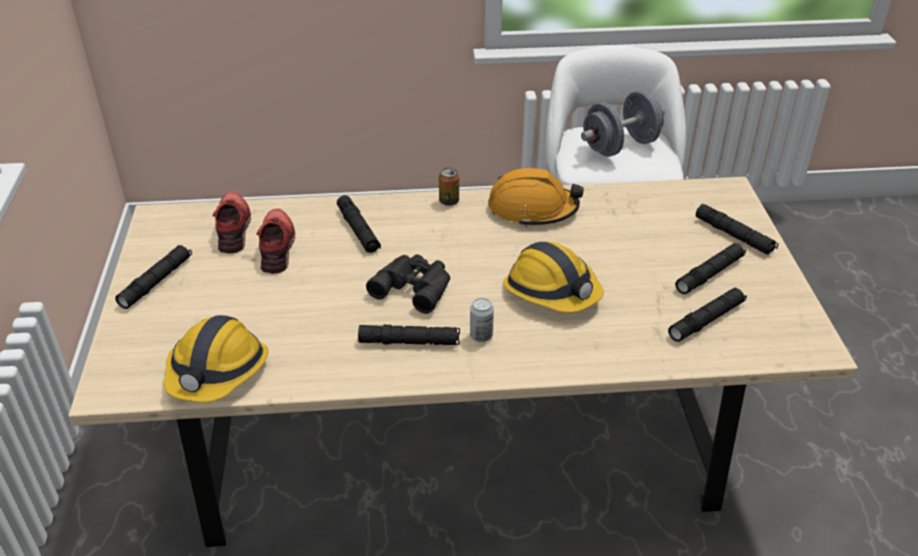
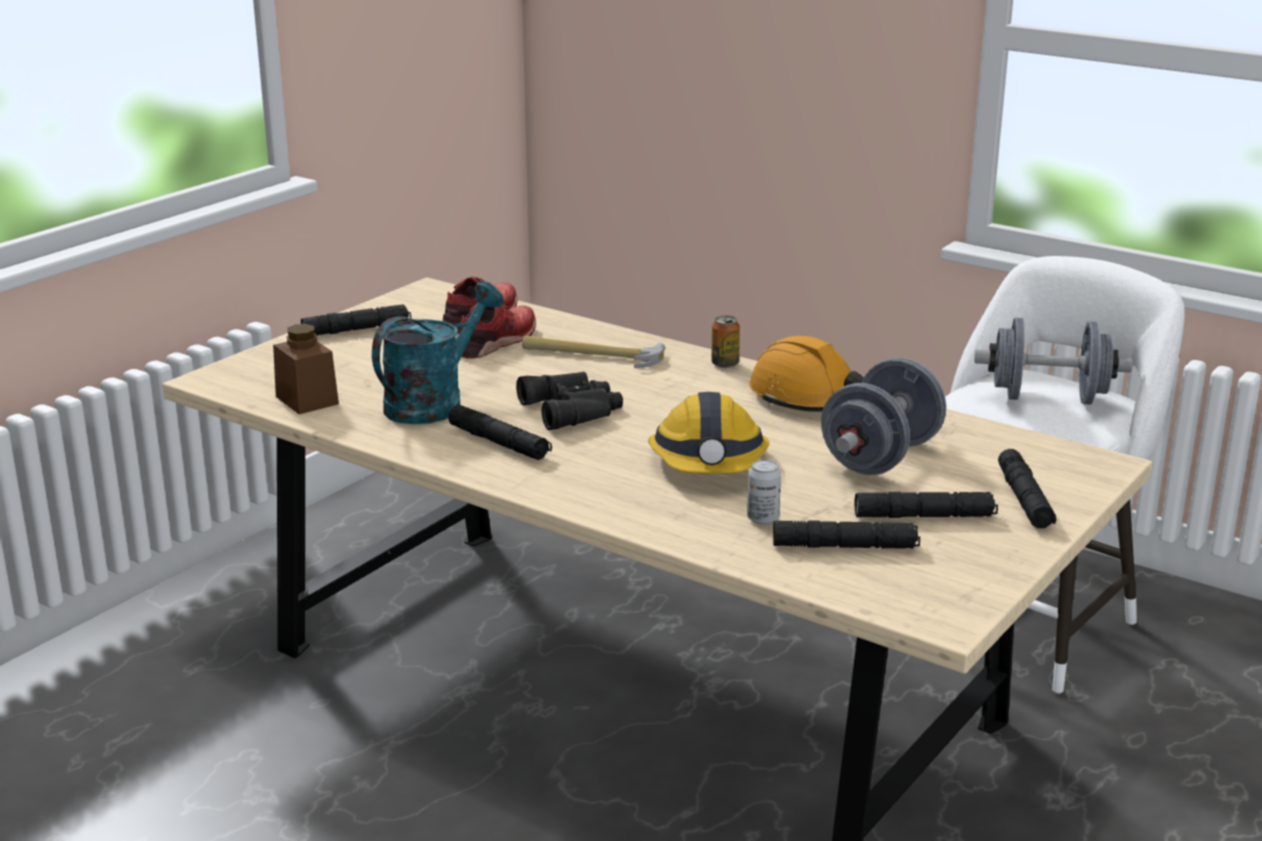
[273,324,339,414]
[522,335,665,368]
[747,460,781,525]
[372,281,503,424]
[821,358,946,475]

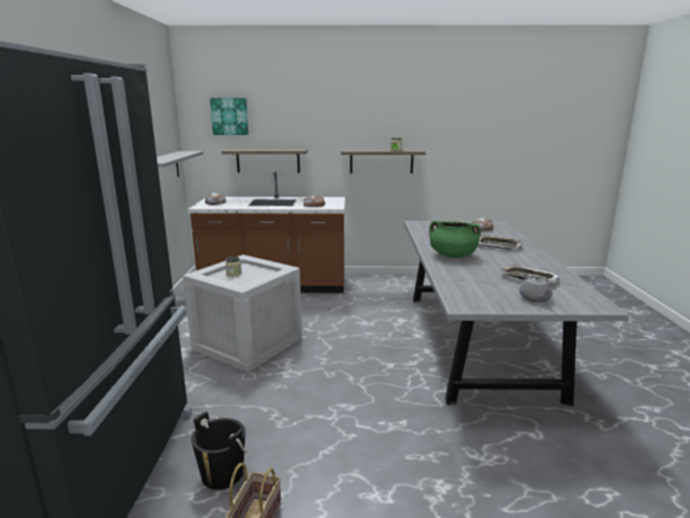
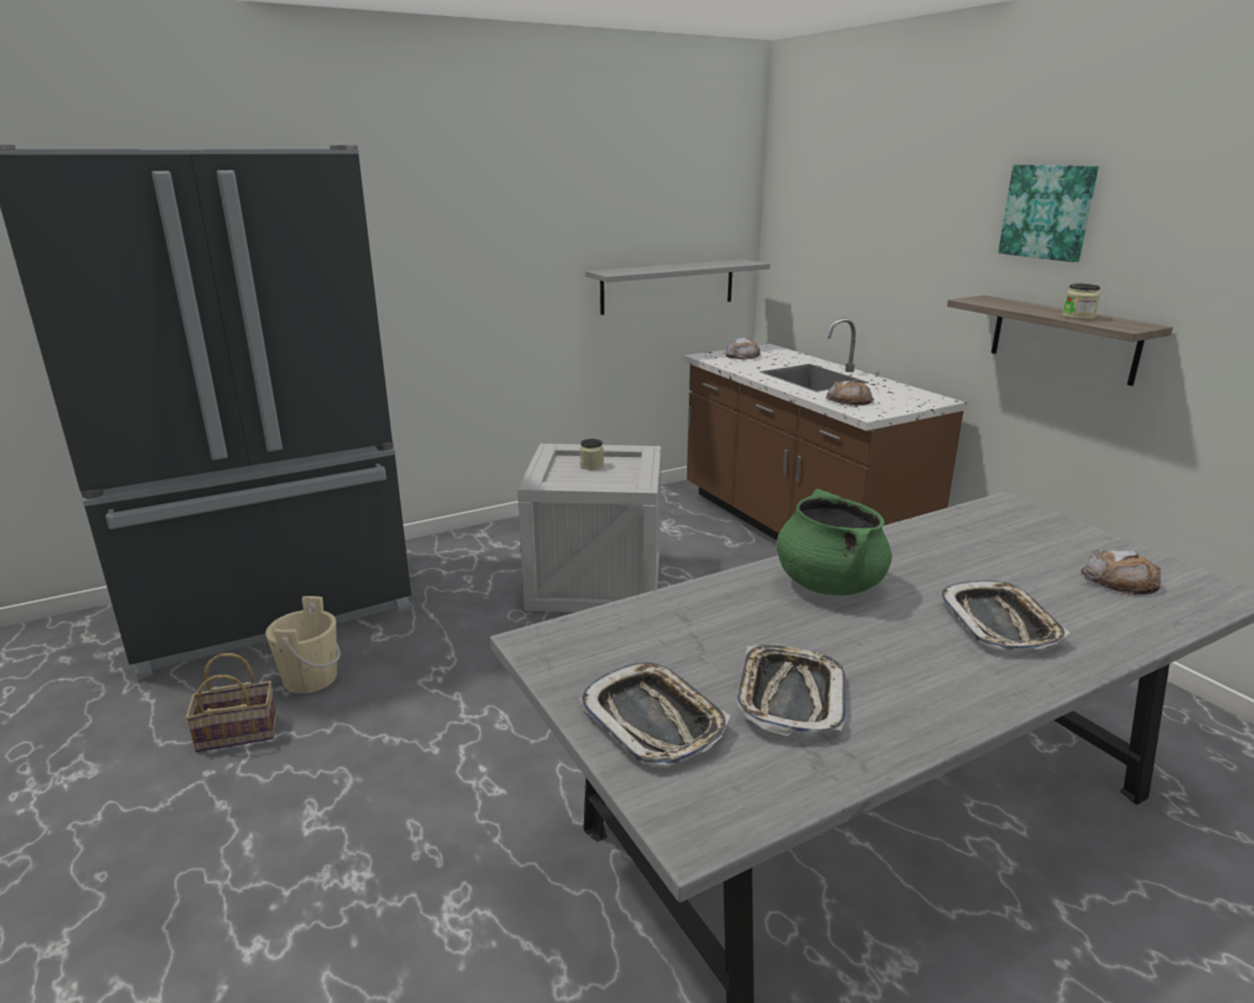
[266,596,341,694]
[998,165,1099,262]
[221,149,308,173] (first image)
[579,662,730,768]

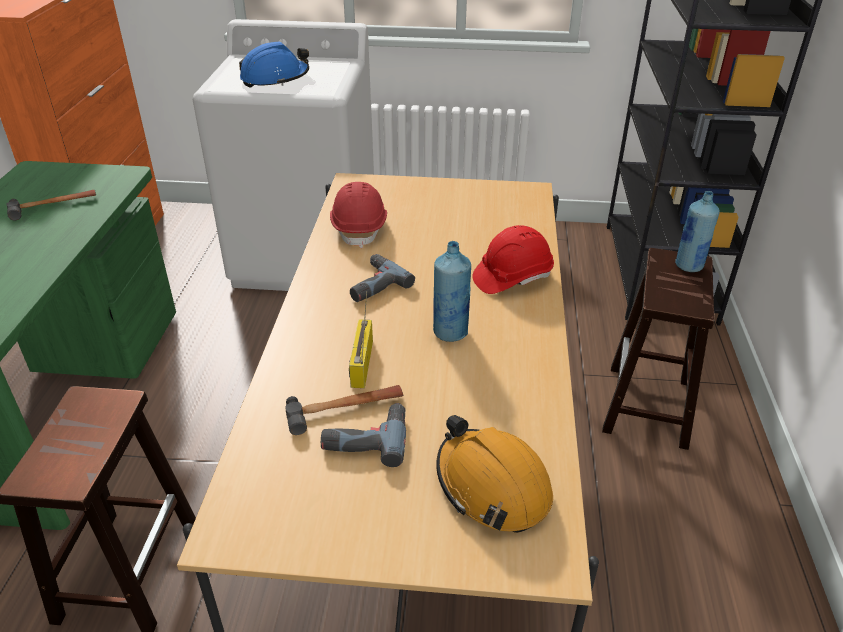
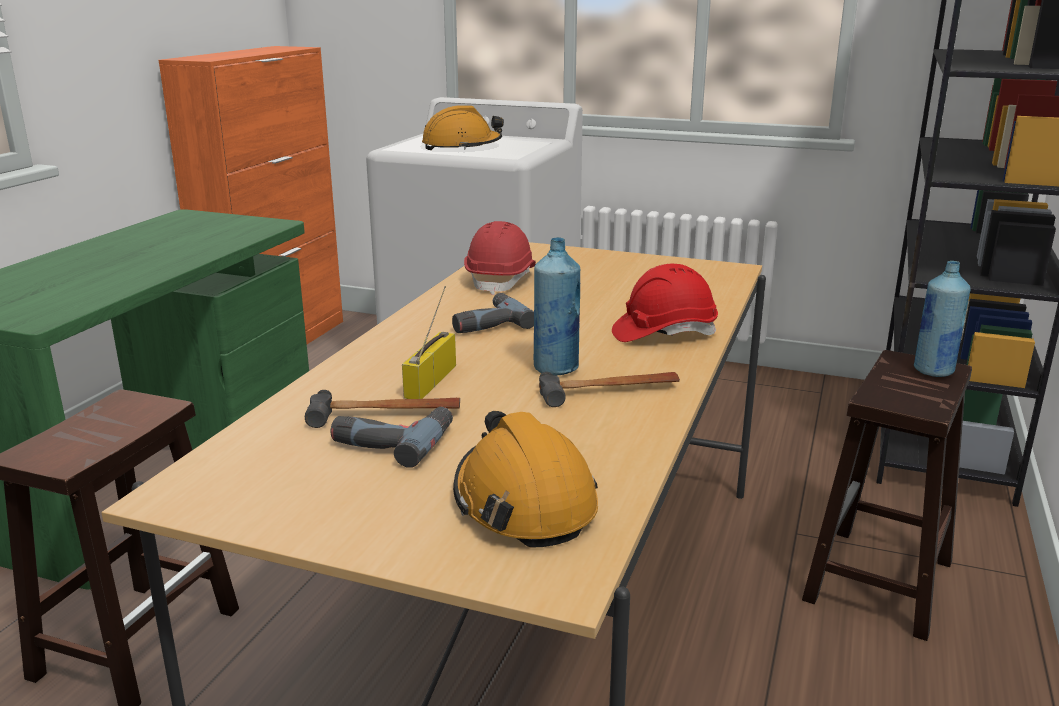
[539,372,680,407]
[422,105,504,150]

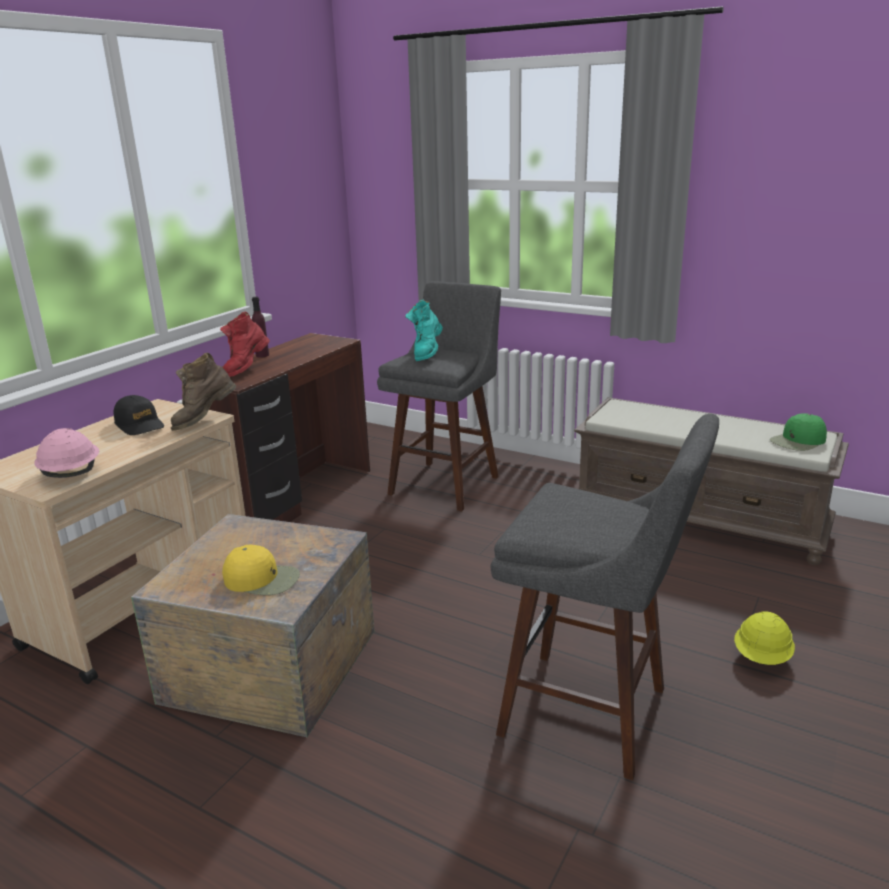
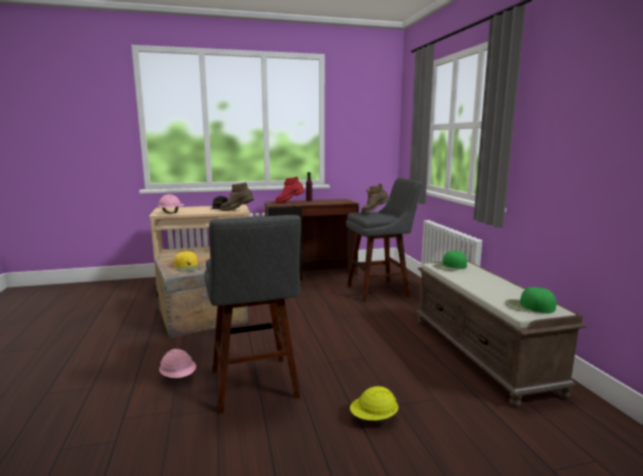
[361,184,390,214]
[159,349,196,379]
[433,251,467,271]

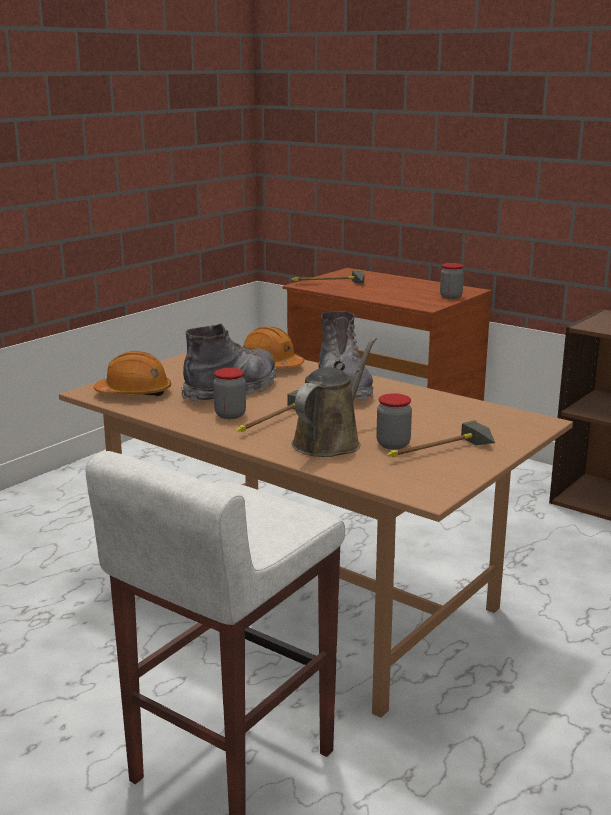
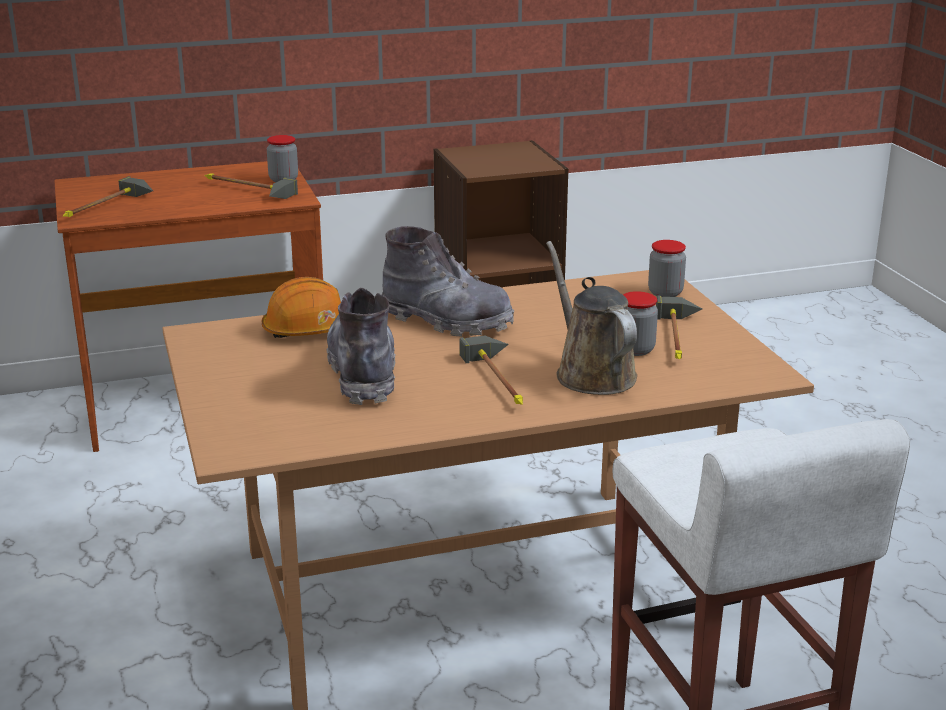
[94,351,171,397] (first image)
[648,240,686,297]
[204,173,298,199]

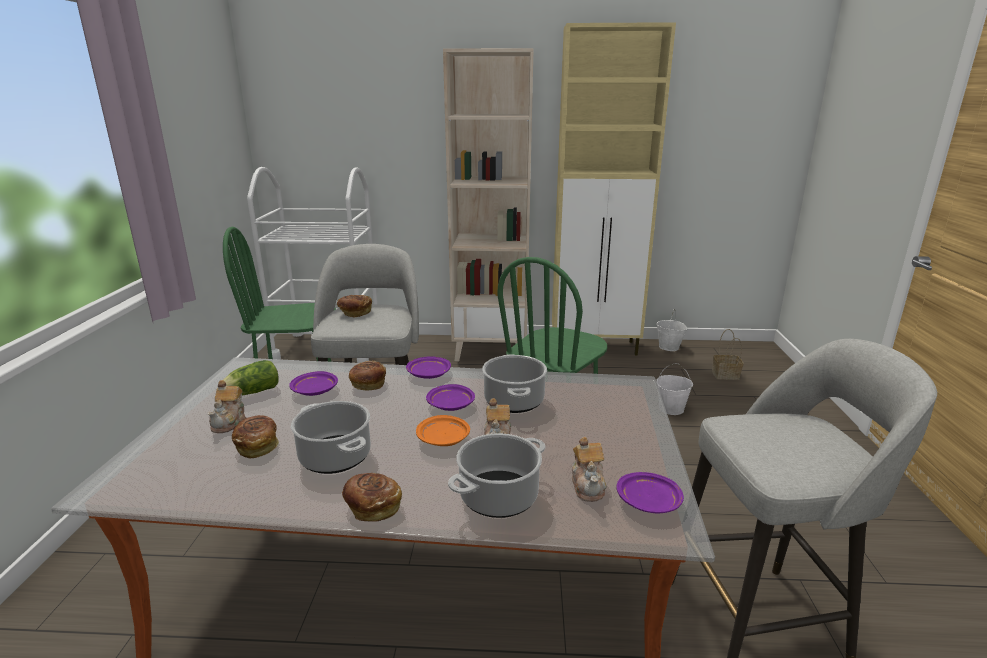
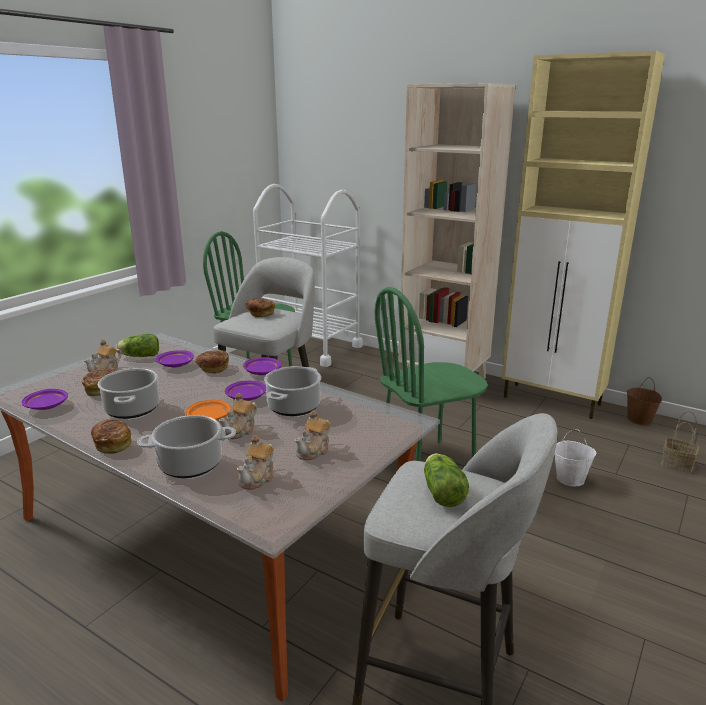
[21,389,68,410]
[627,377,662,425]
[295,411,330,460]
[424,453,469,507]

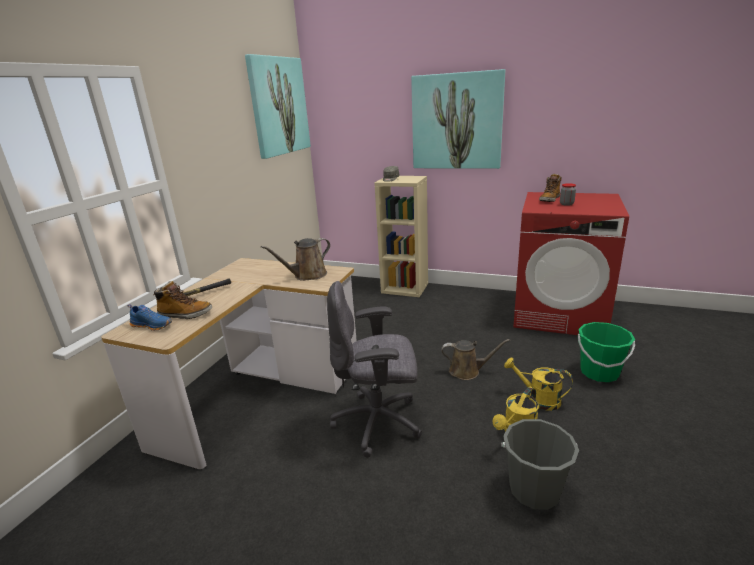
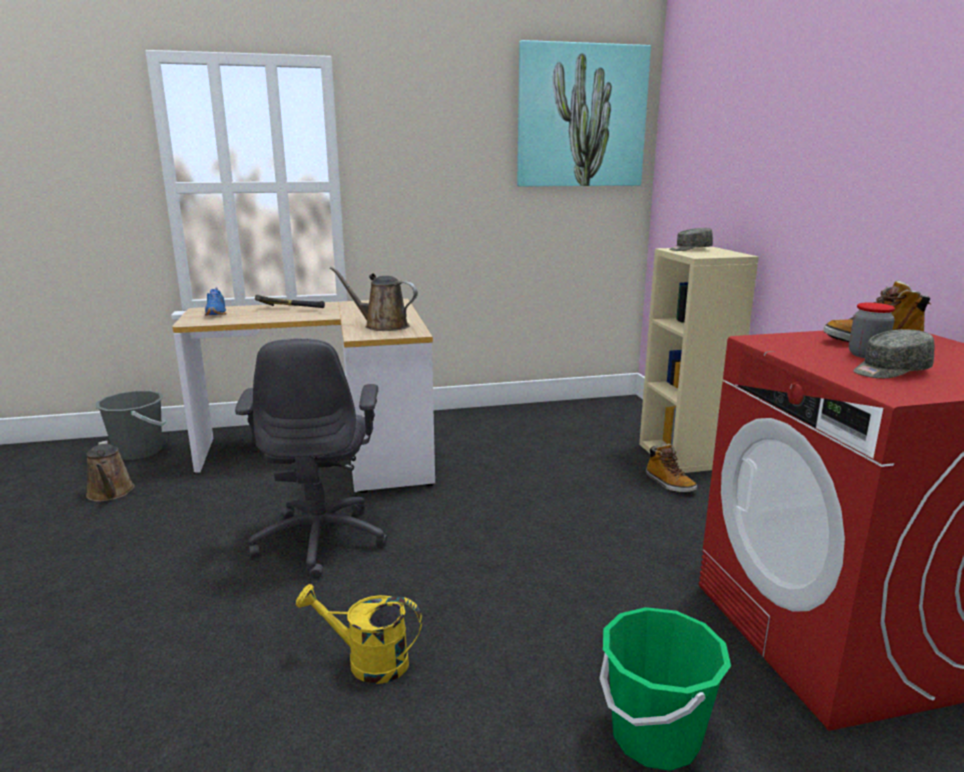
[646,444,697,493]
[235,338,388,579]
[411,69,505,169] (first image)
[86,441,135,502]
[96,391,166,460]
[504,358,573,411] (first image)
[853,329,934,378]

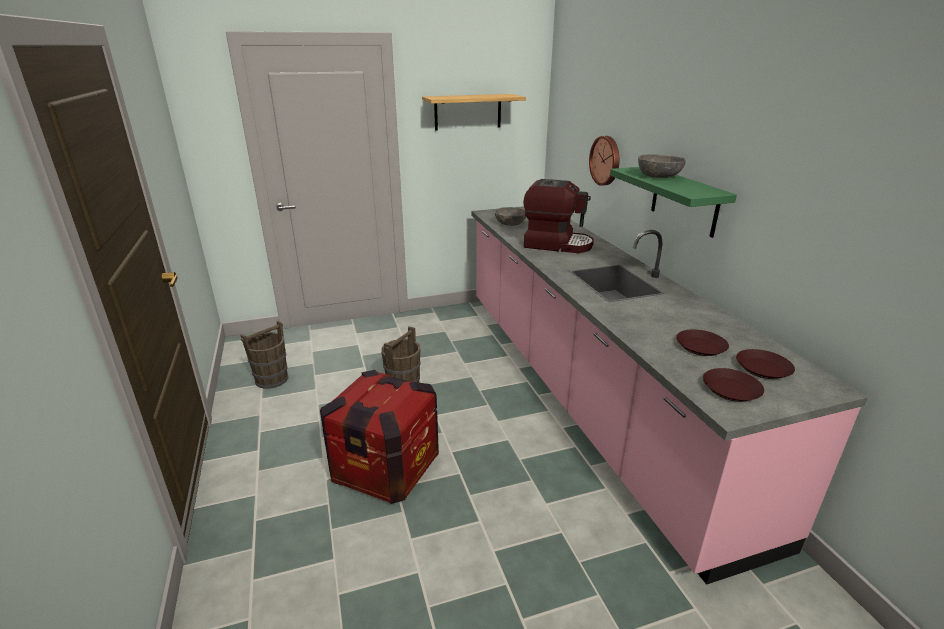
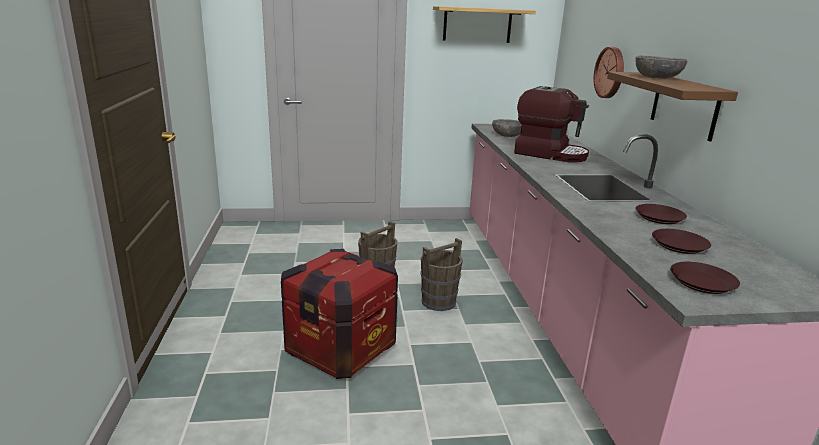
[421,238,463,311]
[607,71,738,141]
[636,204,687,224]

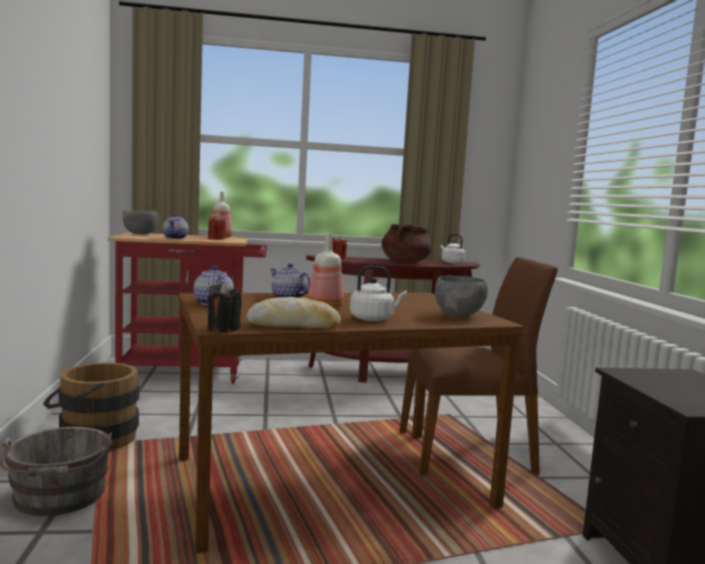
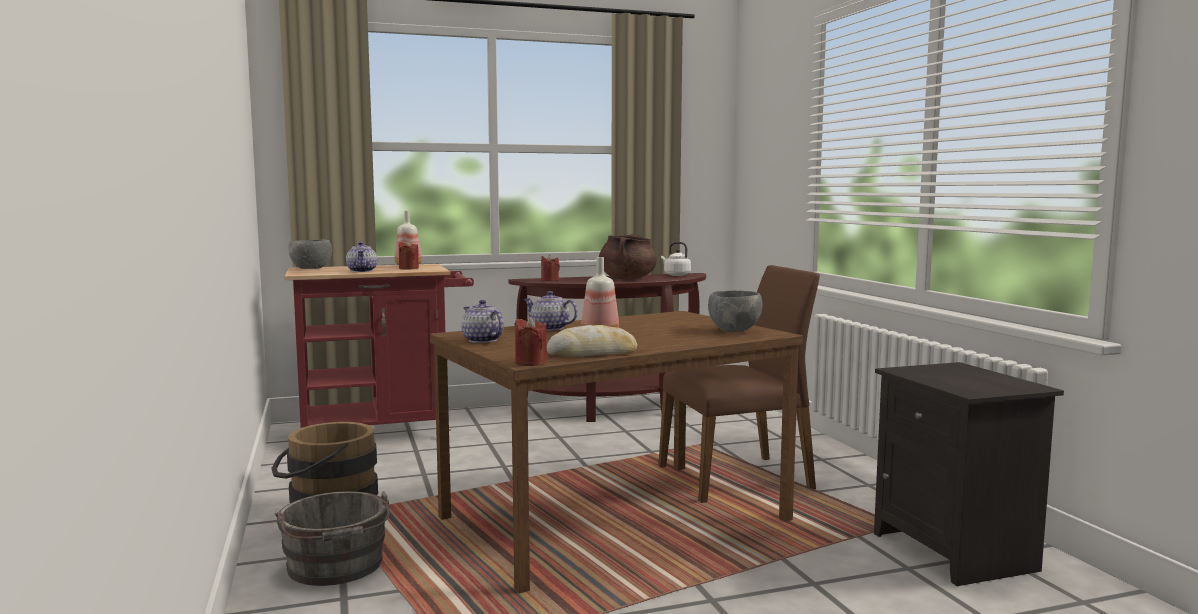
[514,317,547,366]
[350,266,407,321] (first image)

